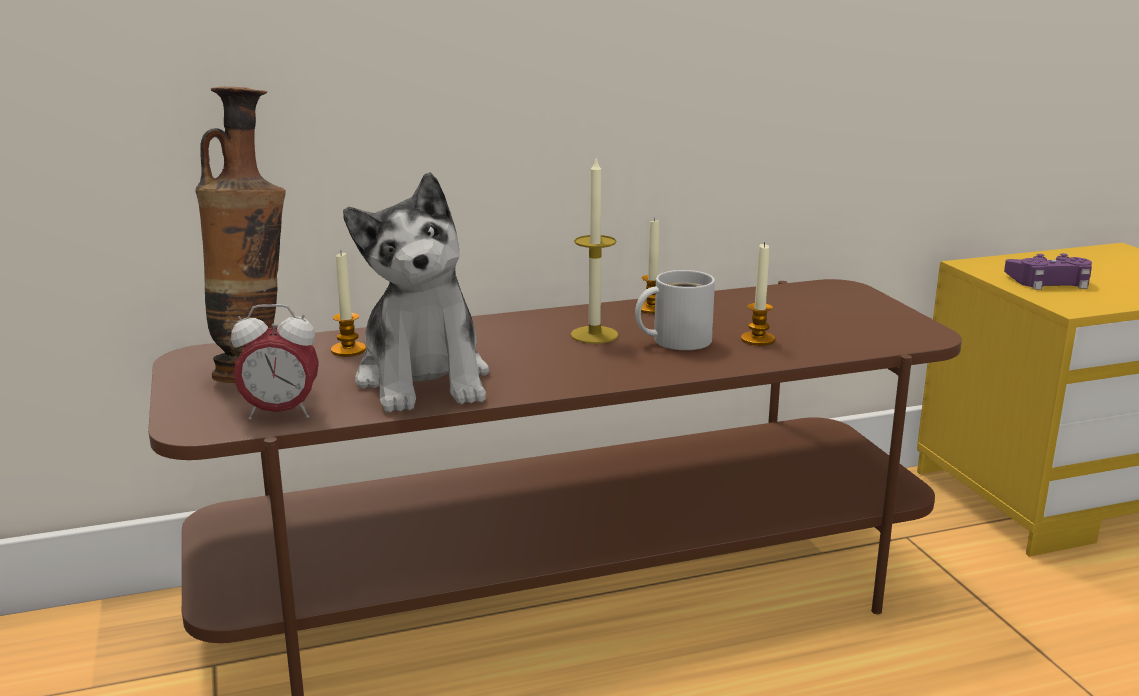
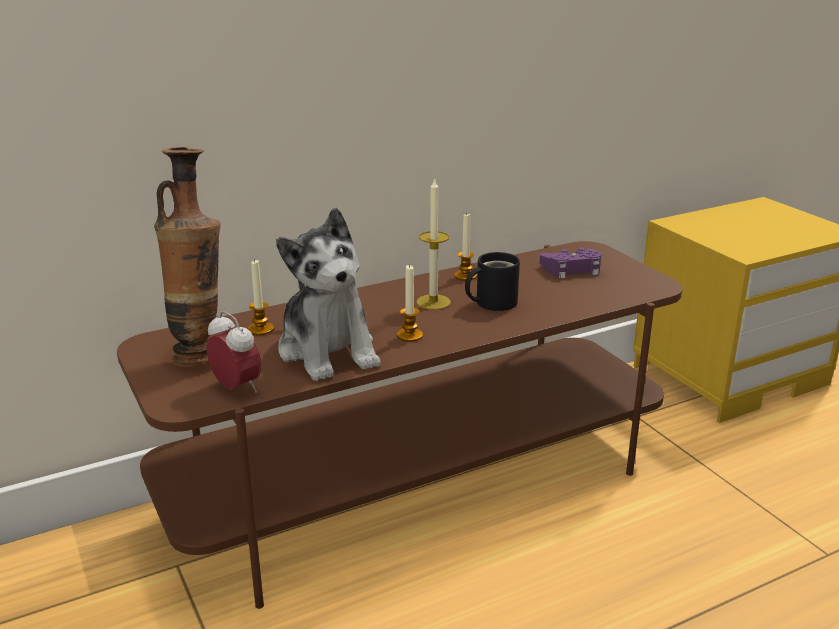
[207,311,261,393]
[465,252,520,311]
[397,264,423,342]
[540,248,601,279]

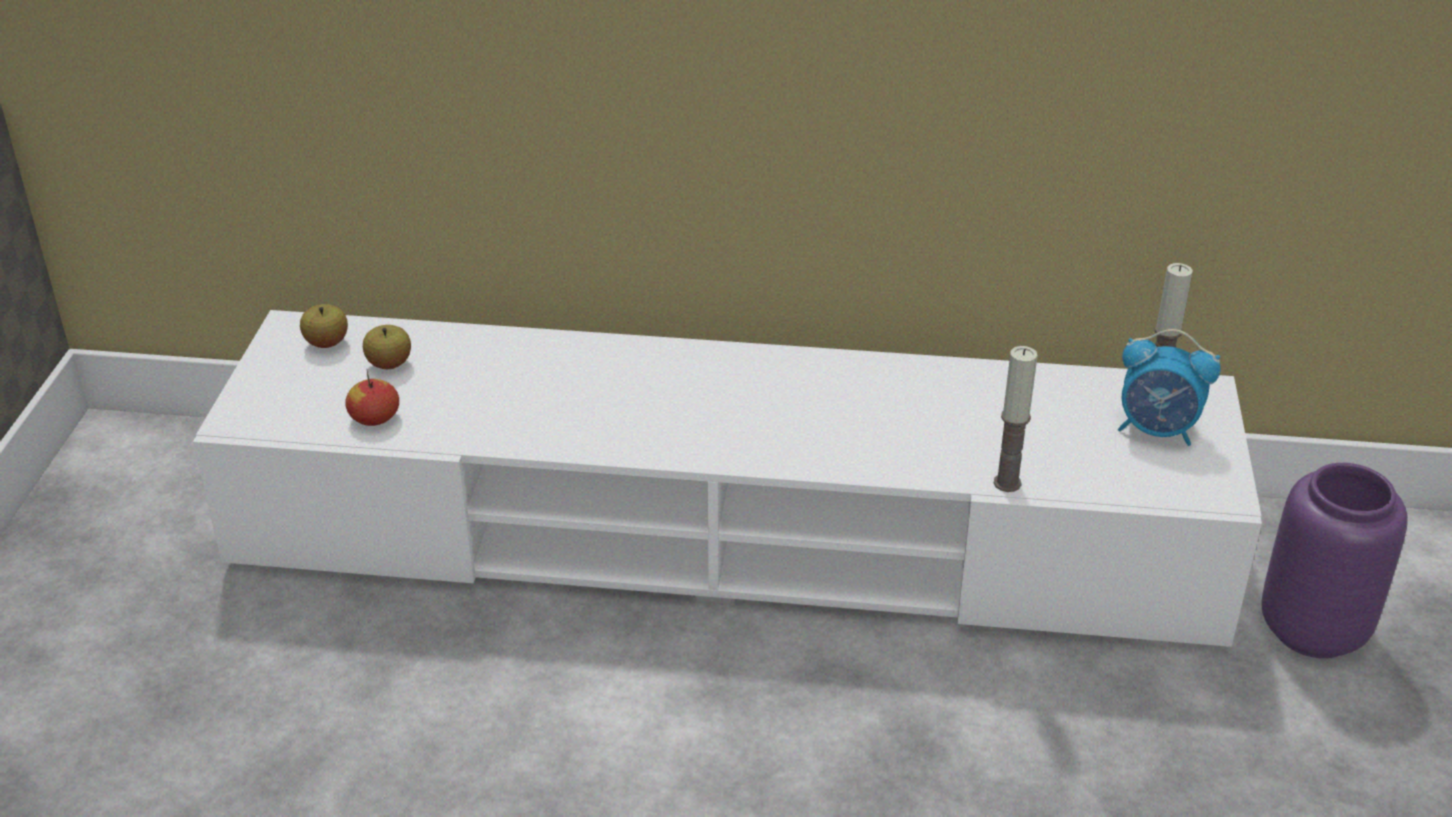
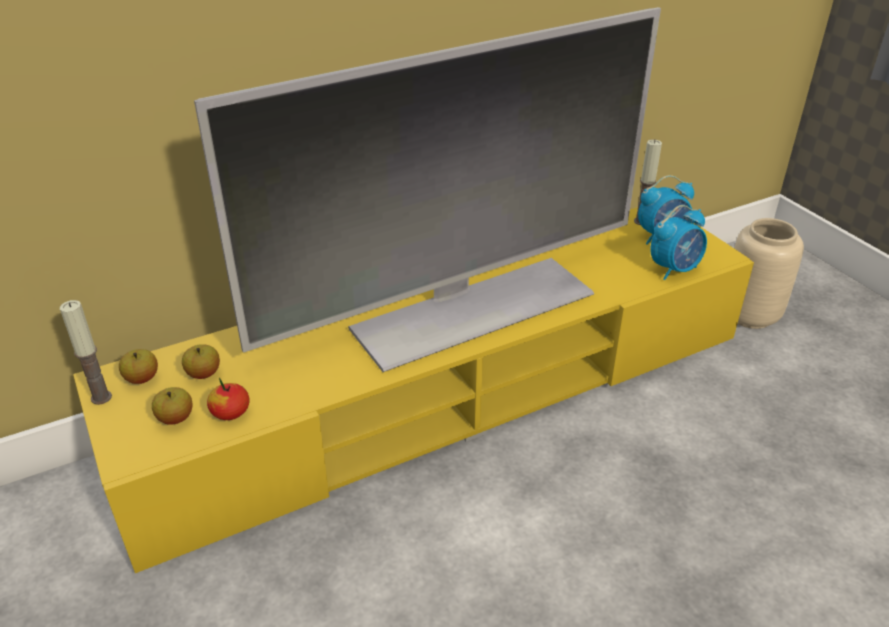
[73,207,754,573]
[60,300,112,405]
[734,218,804,329]
[152,387,193,425]
[194,7,661,372]
[650,205,707,280]

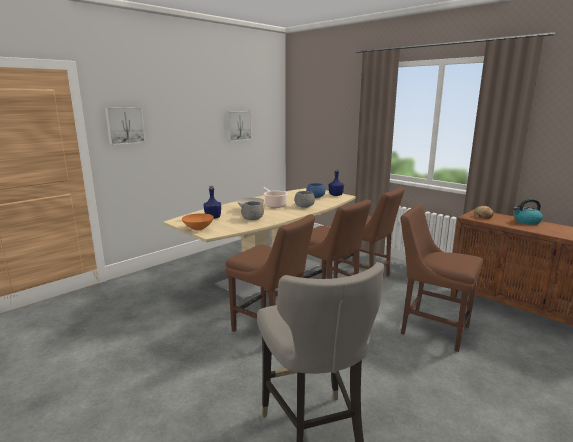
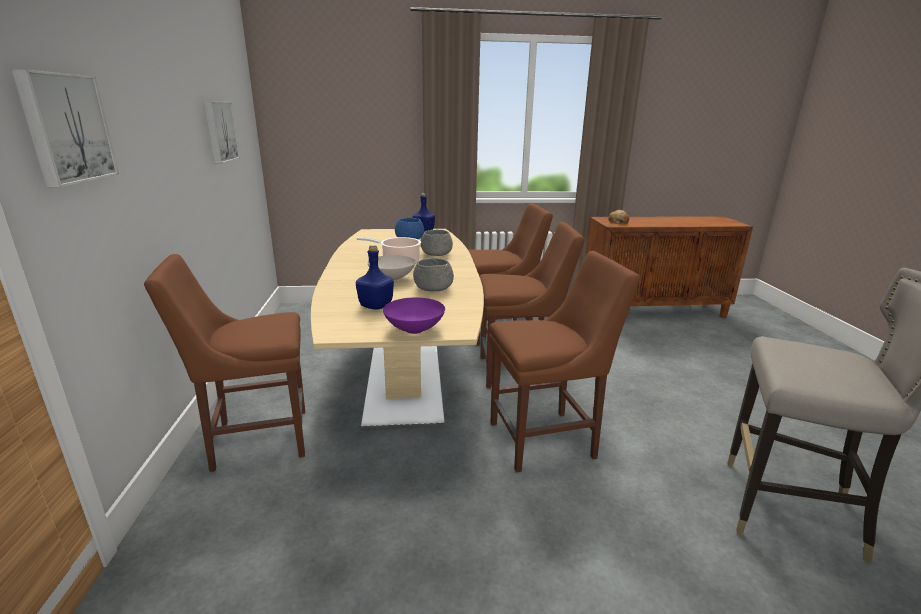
[383,297,445,334]
[144,254,305,472]
[513,199,543,225] (first image)

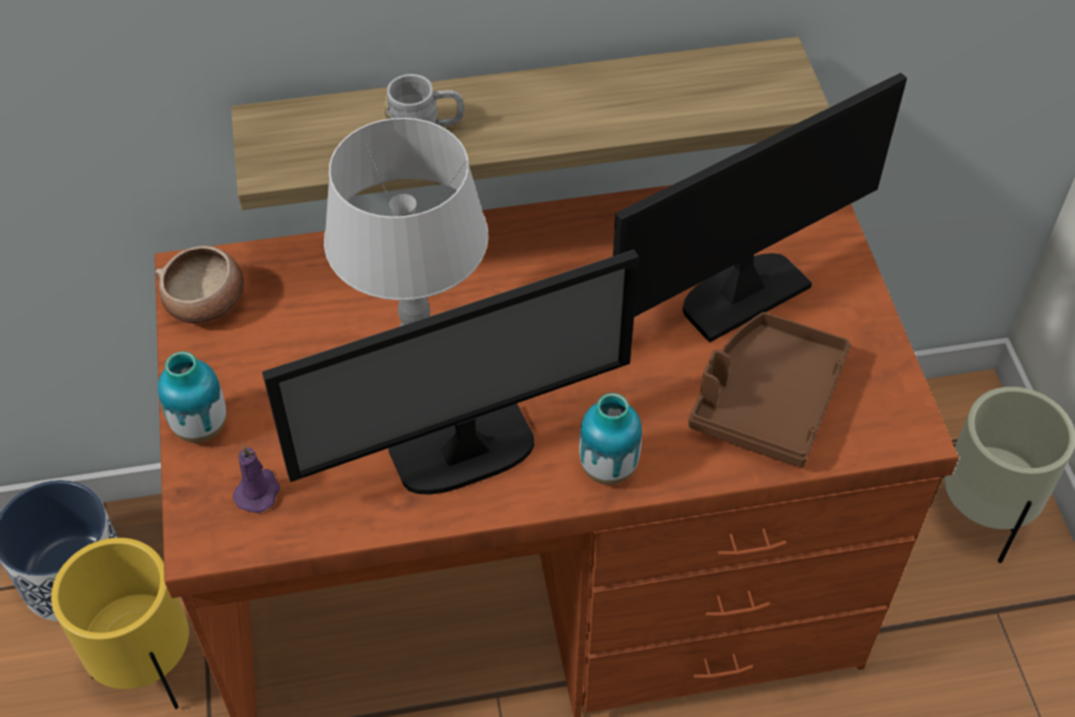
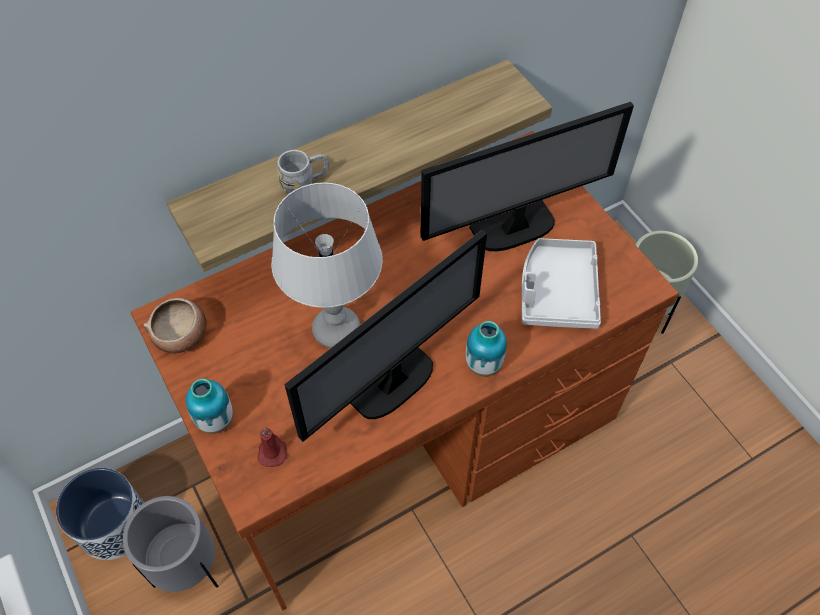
[123,496,218,592]
[257,427,287,467]
[420,101,634,251]
[522,238,601,329]

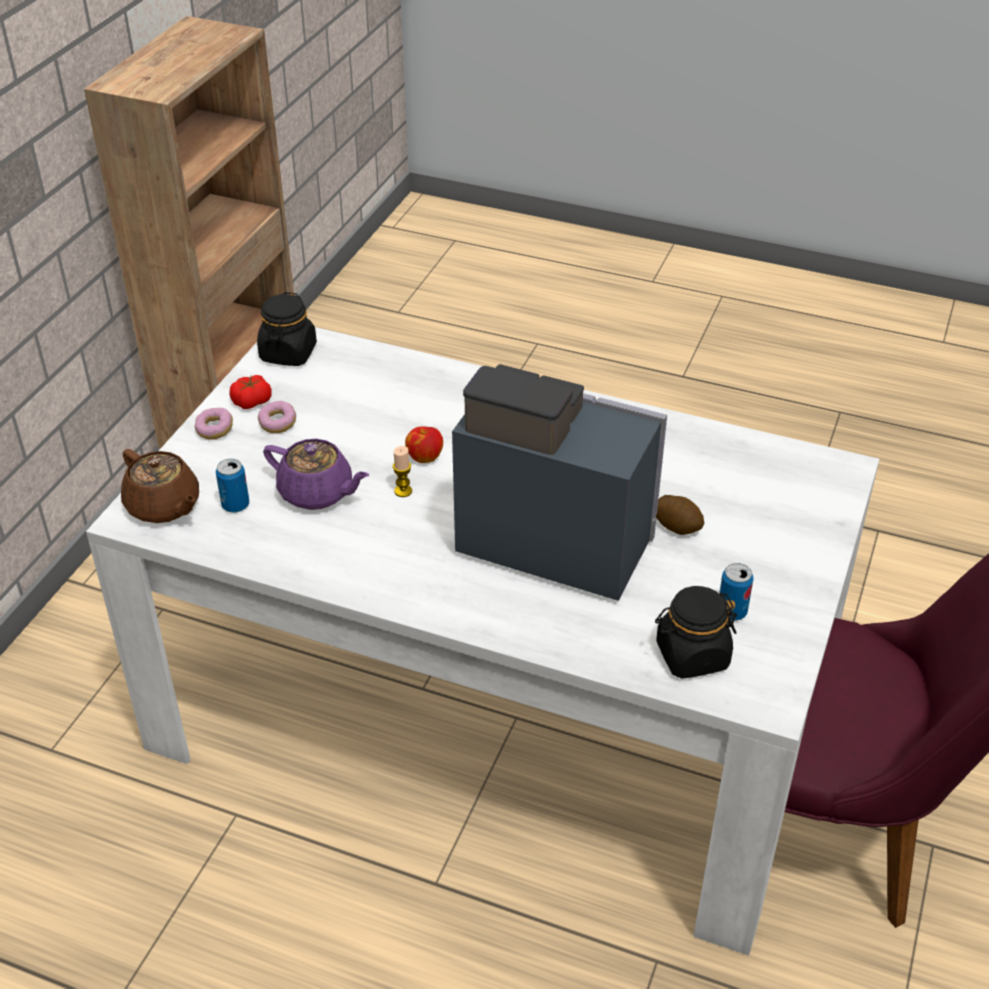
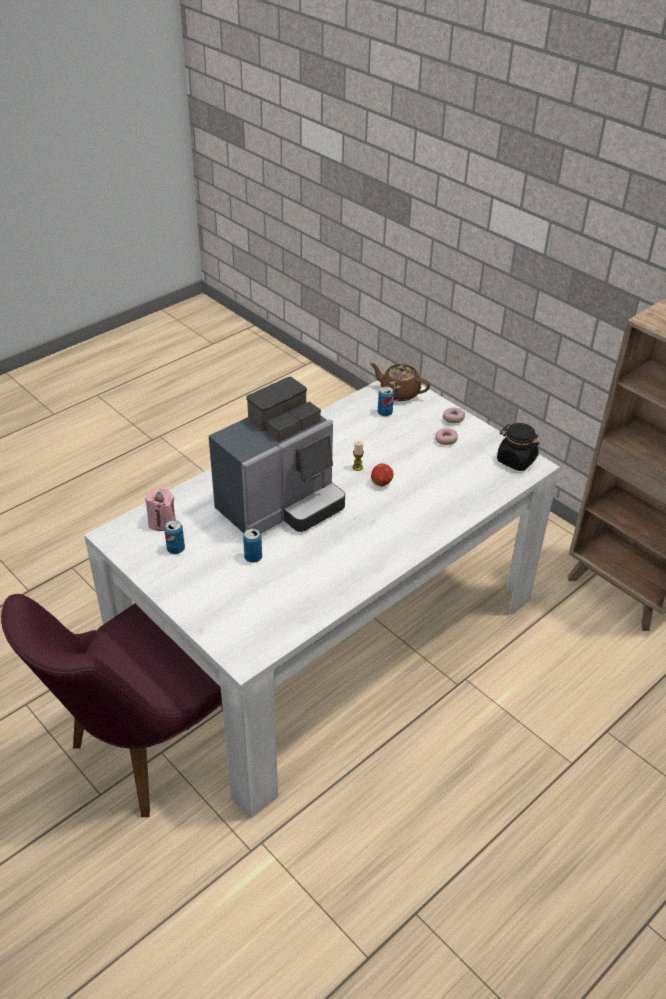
[370,363,430,401]
[230,375,272,409] (first image)
[263,439,369,510] (first image)
[145,487,176,531]
[243,528,262,563]

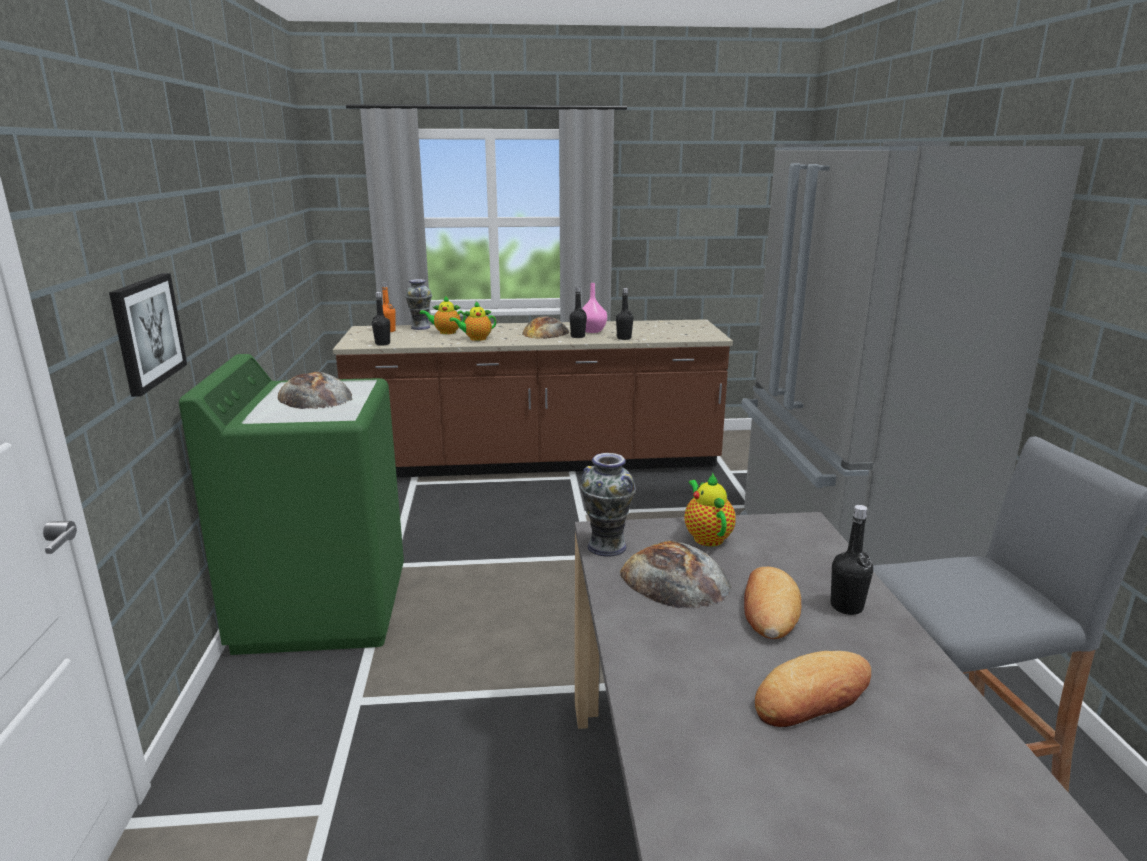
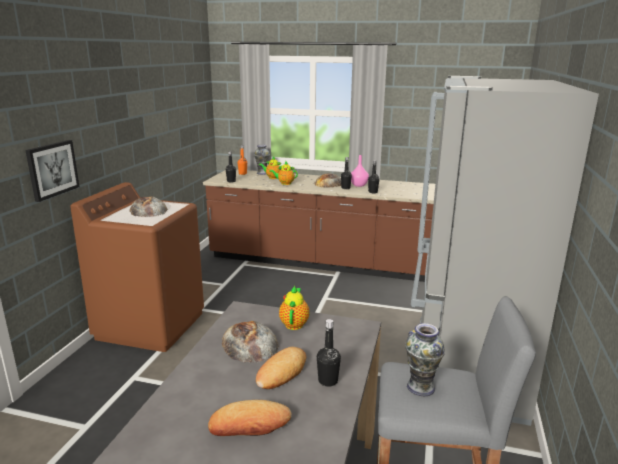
[70,182,204,352]
[405,323,445,396]

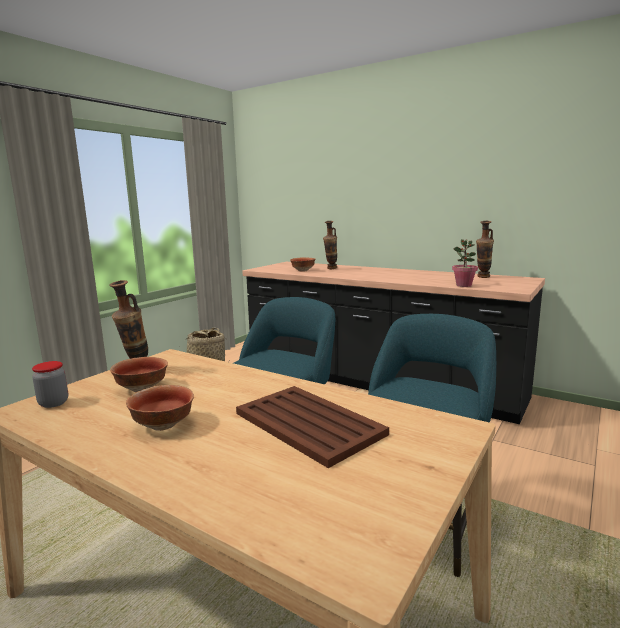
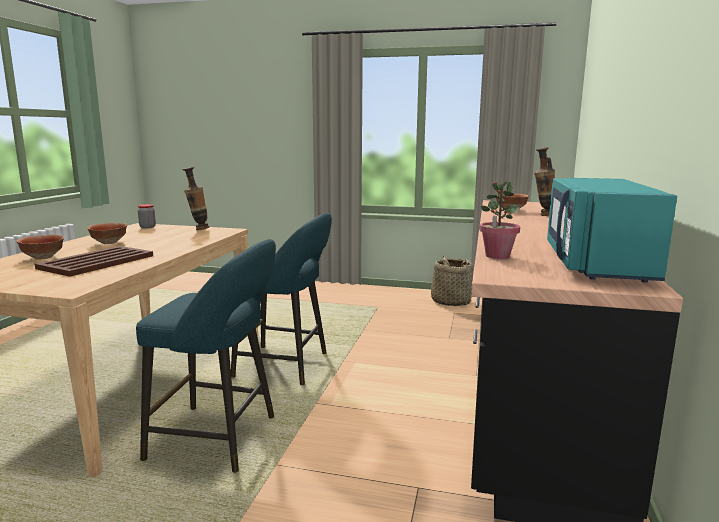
[16,235,64,259]
[547,178,677,283]

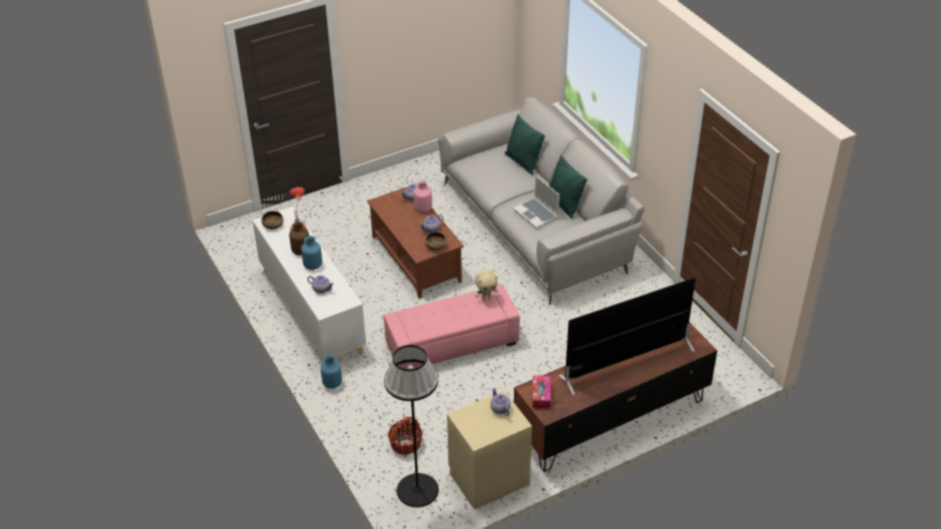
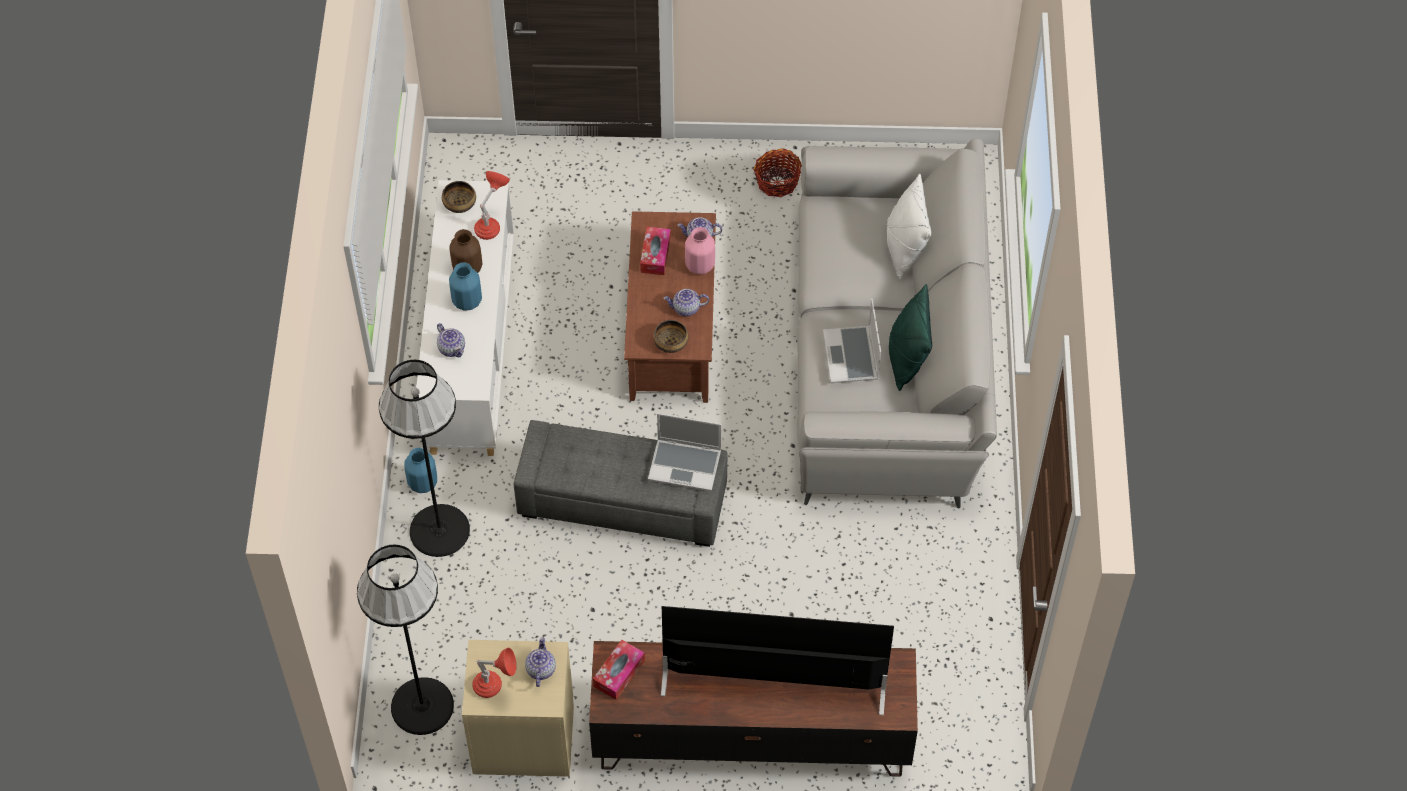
[514,420,728,547]
[753,148,802,197]
[648,413,721,491]
[887,174,931,280]
[379,360,470,557]
[472,648,517,698]
[640,227,671,275]

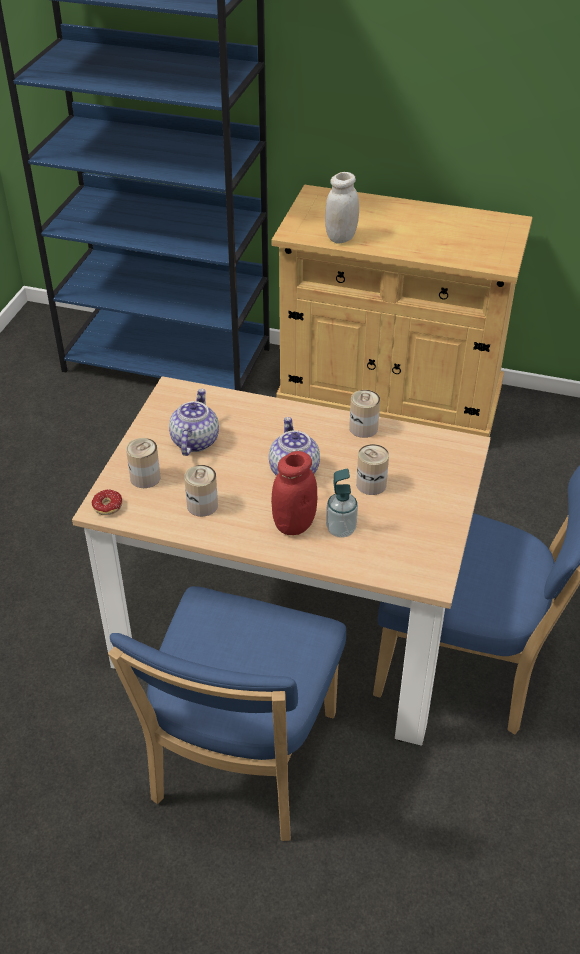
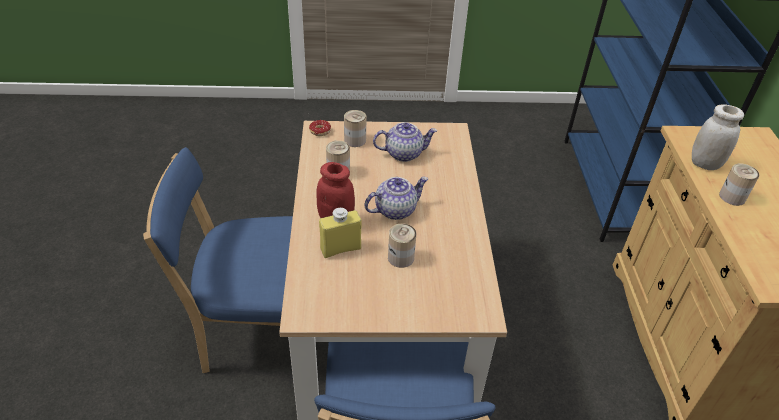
[319,208,362,258]
[719,163,759,206]

